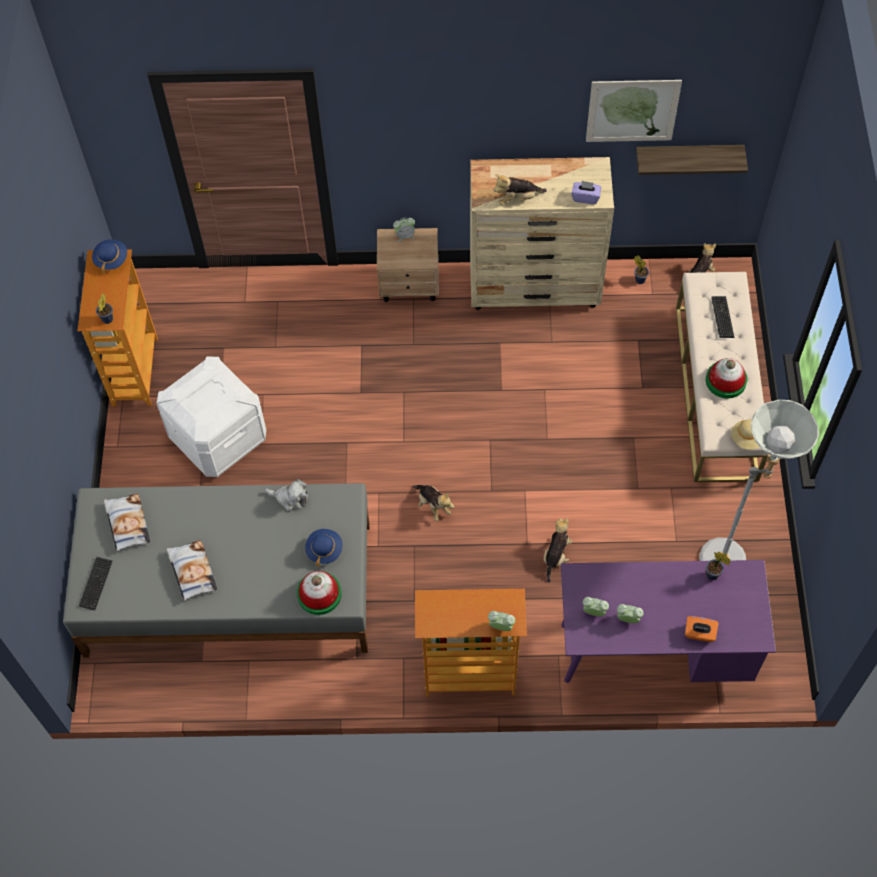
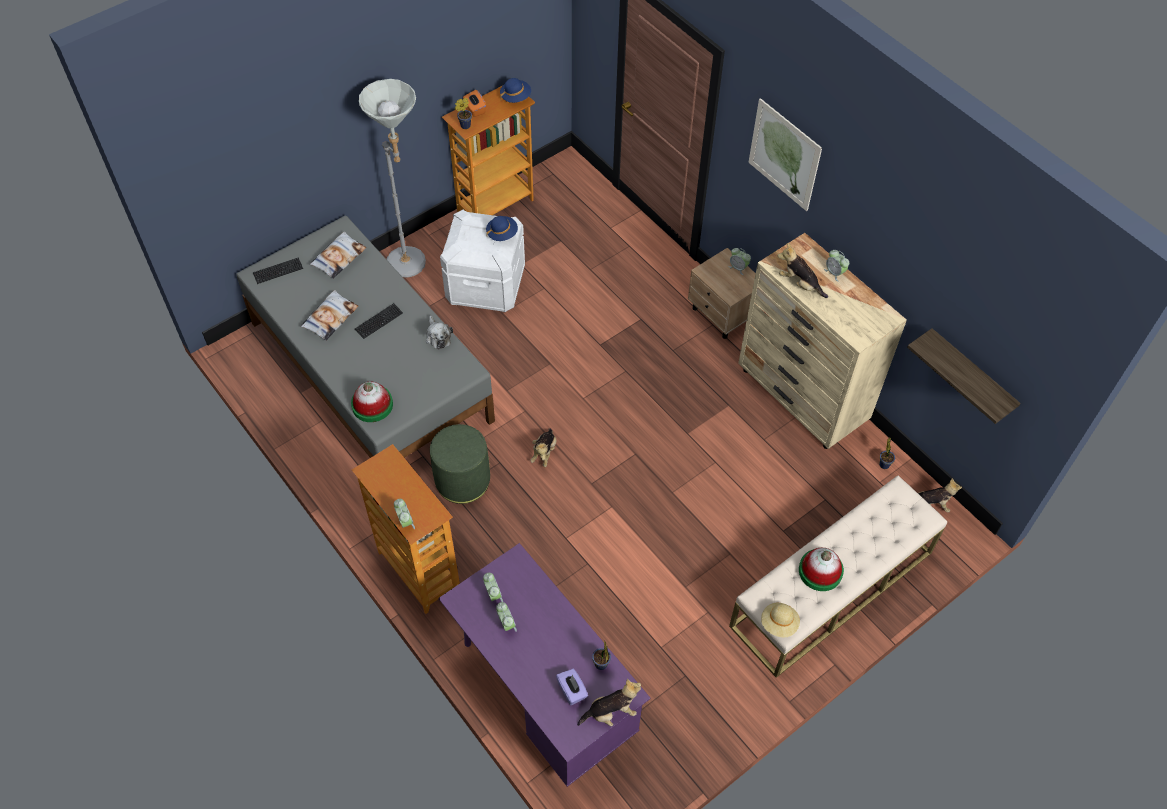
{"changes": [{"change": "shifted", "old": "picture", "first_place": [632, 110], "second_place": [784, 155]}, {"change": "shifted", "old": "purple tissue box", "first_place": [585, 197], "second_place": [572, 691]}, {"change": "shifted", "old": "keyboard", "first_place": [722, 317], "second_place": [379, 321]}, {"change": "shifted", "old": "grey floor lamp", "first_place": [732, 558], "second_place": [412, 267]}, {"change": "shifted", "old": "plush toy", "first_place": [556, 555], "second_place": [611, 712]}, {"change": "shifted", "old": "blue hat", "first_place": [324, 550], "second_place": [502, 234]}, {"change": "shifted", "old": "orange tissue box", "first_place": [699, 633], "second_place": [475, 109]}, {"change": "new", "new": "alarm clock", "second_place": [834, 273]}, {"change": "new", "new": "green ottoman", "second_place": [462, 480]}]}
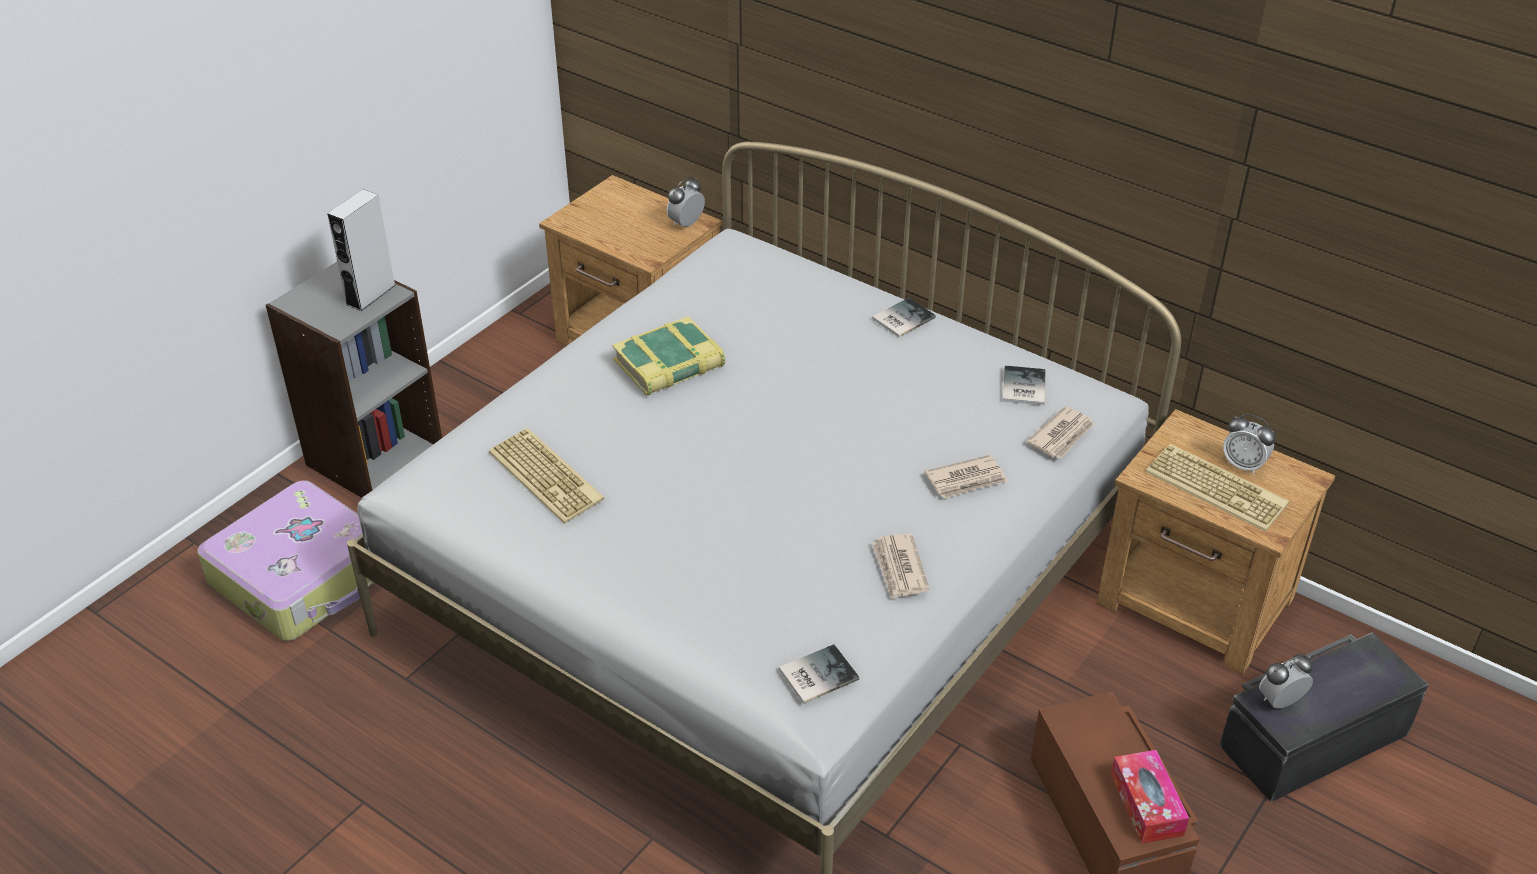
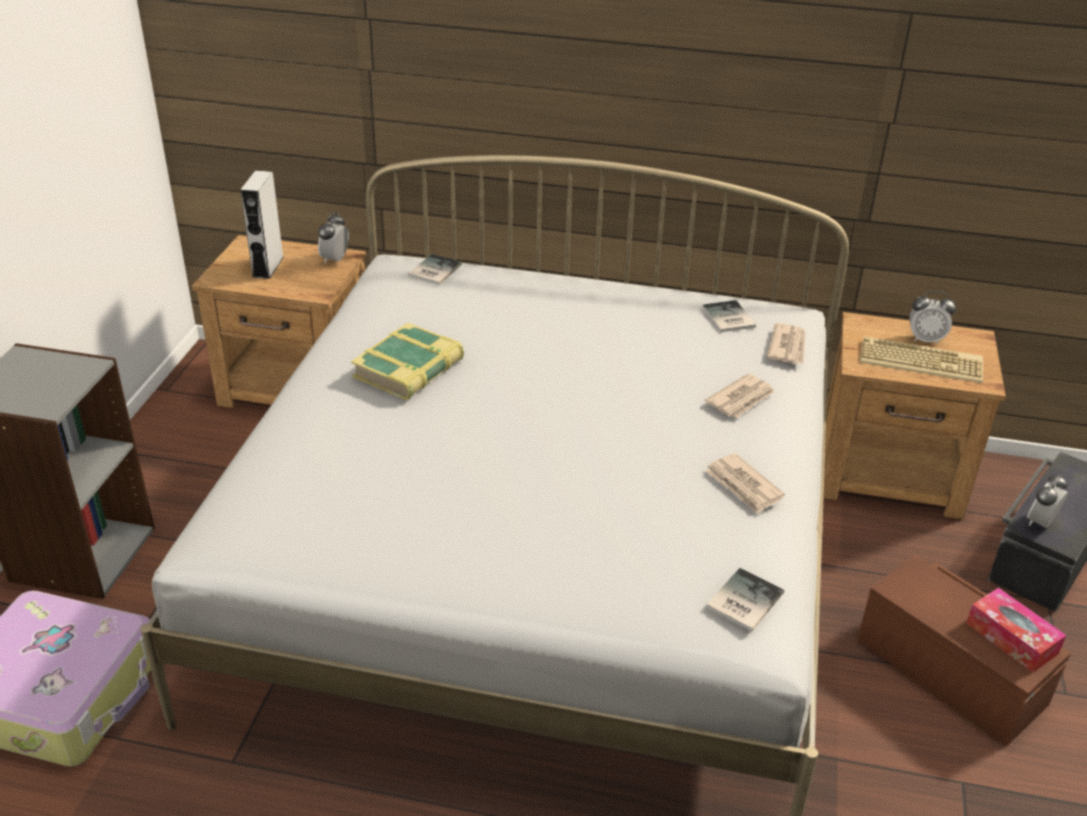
{"changes": [{"change": "shifted", "old": "grey speaker", "first_place": [370, 294], "second_place": [268, 266]}, {"change": "shifted", "old": "book", "first_place": [901, 318], "second_place": [433, 270]}, {"change": "gone", "old": "keyboard", "first_place": [548, 476]}]}
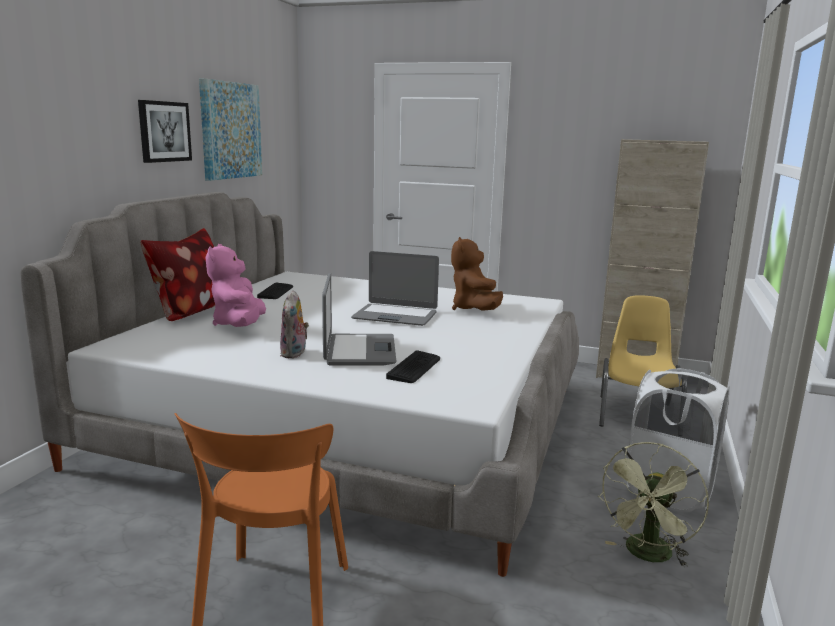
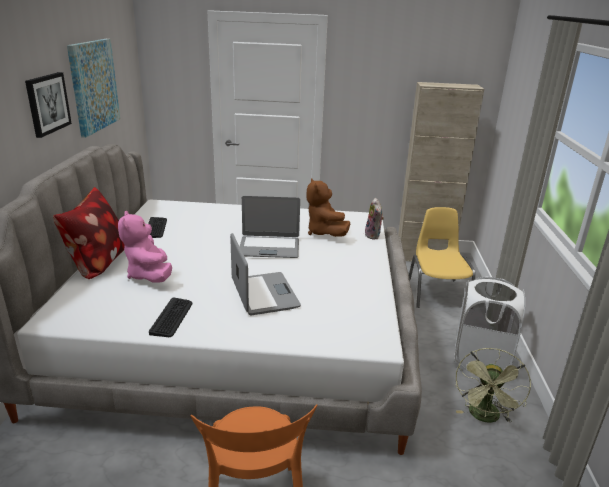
{"changes": [{"change": "shifted", "old": "plush toy", "first_place": [294, 354], "second_place": [373, 235]}, {"change": "shifted", "old": "keyboard", "first_place": [414, 368], "second_place": [172, 317]}]}
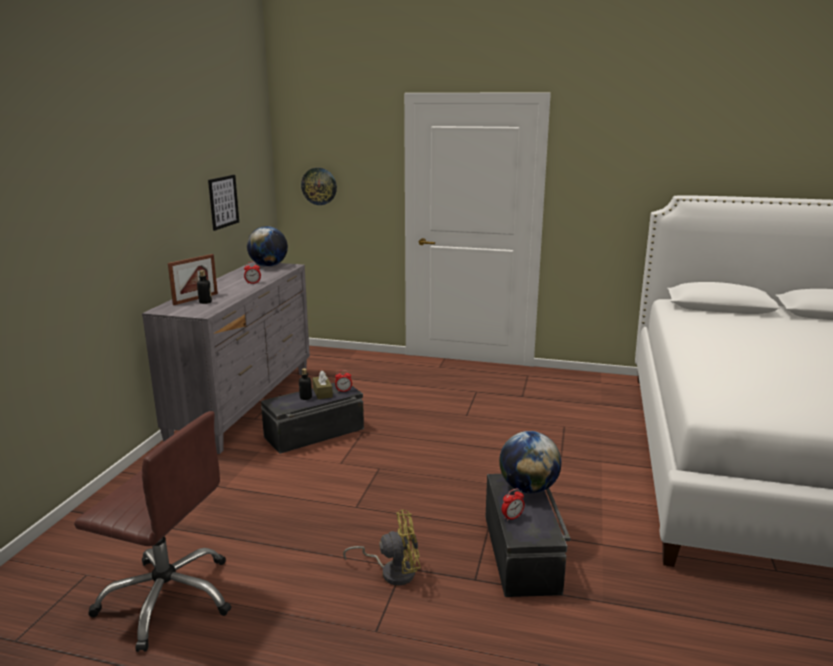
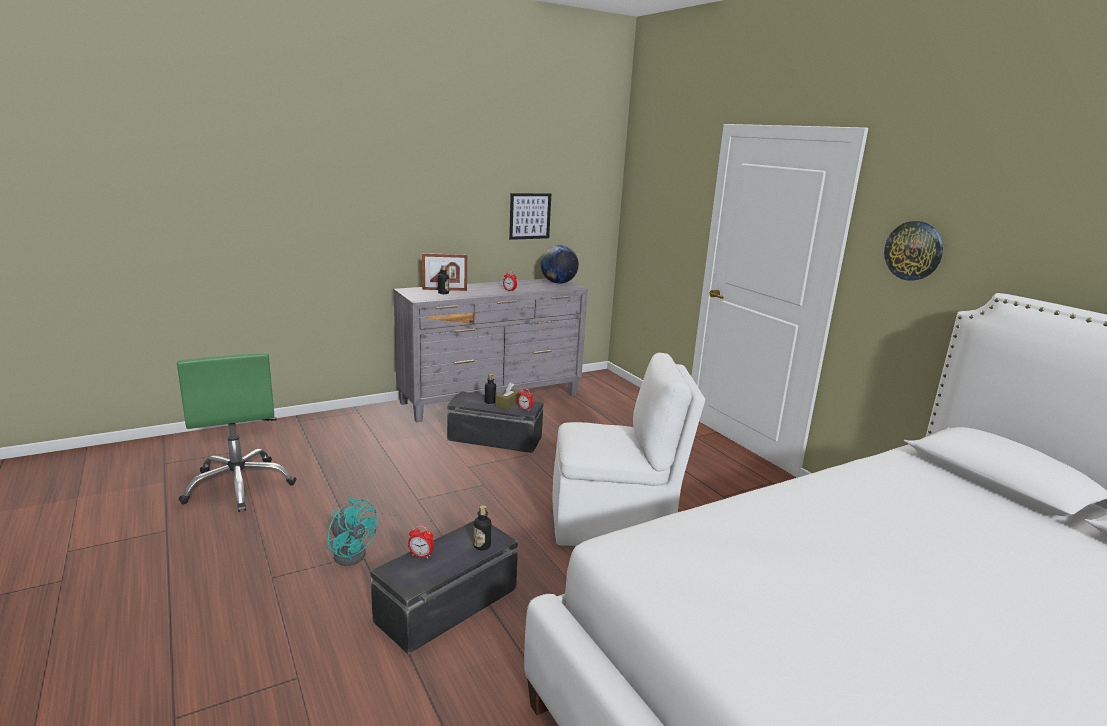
{"changes": [{"change": "shifted", "old": "wall clock", "first_place": [319, 186], "second_place": [913, 250]}, {"change": "repainted", "old": "brown office chair", "new": "green office chair", "first_place": [168, 598], "second_place": [239, 485]}, {"change": "swapped", "old": "globe", "new": "bottle", "first_place": [528, 488], "second_place": [482, 546]}, {"change": "repainted", "old": "yellow fan", "new": "turquoise fan", "first_place": [392, 571], "second_place": [351, 552]}, {"change": "new", "new": "white chair", "second_place": [613, 523]}]}
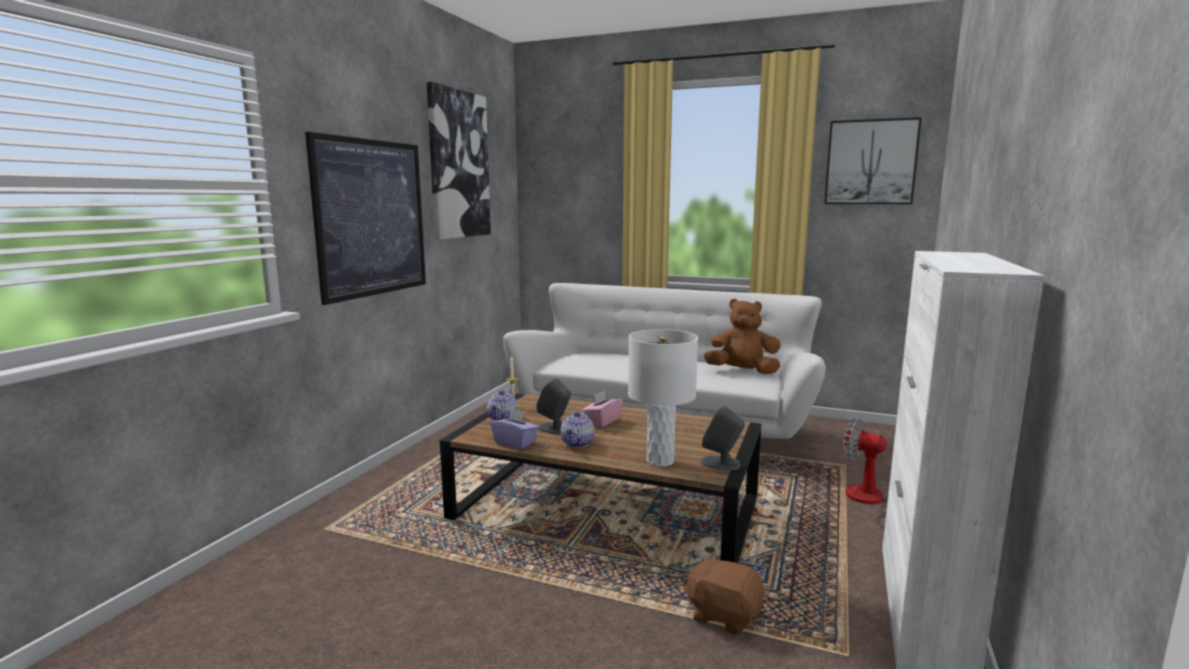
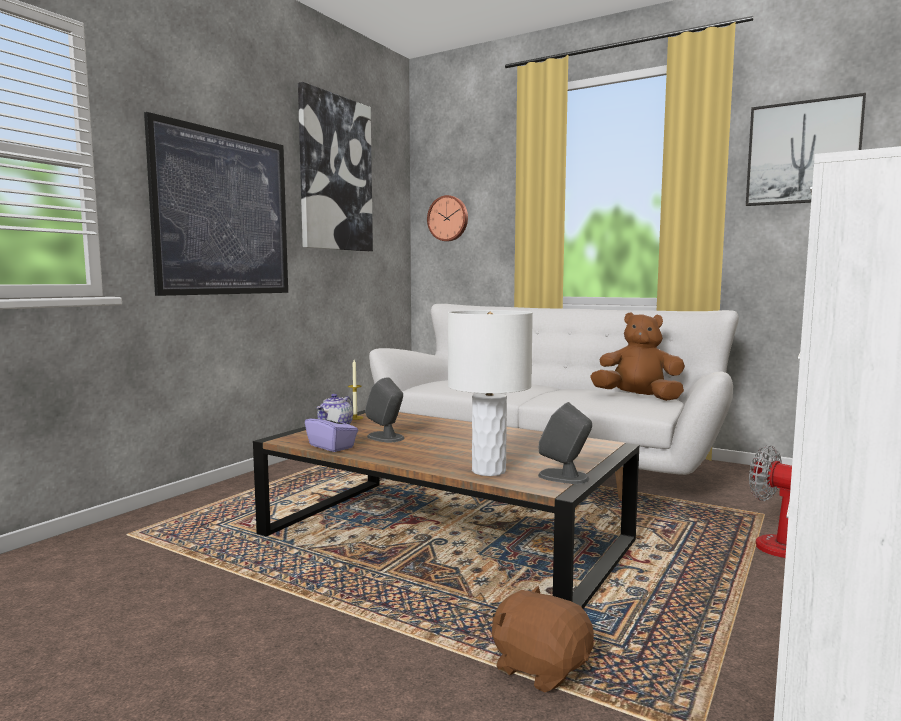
{"changes": [{"change": "gone", "old": "pink tissue box", "first_place": [602, 421]}, {"change": "gone", "old": "teapot", "first_place": [578, 443]}, {"change": "new", "new": "wall clock", "second_place": [448, 218]}]}
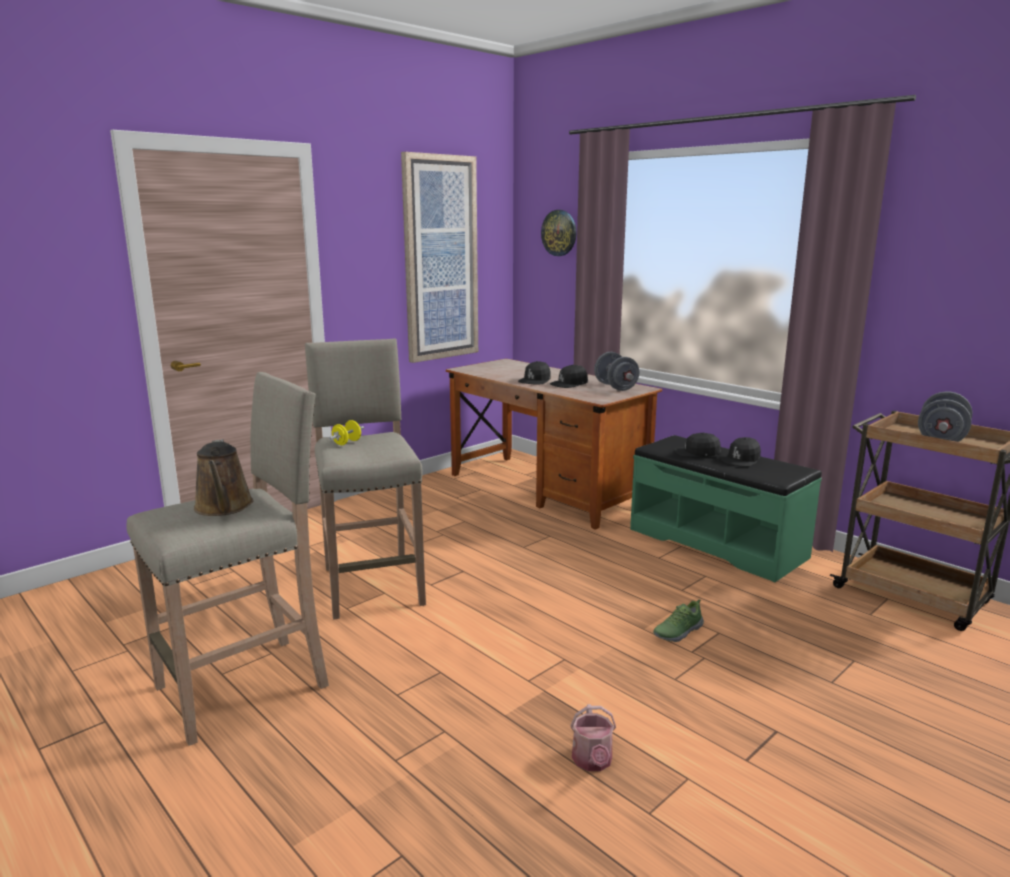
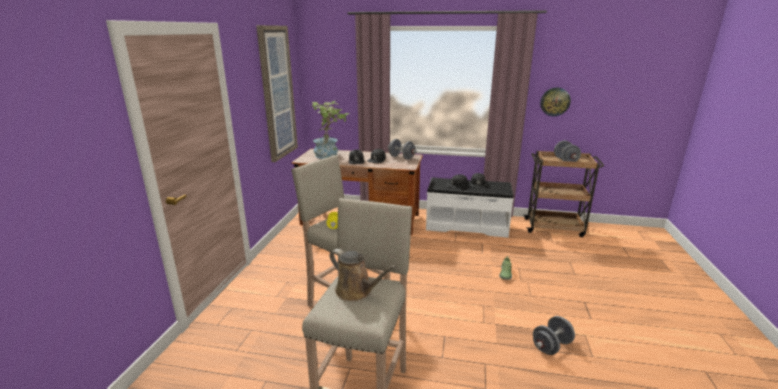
{"changes": [{"change": "shifted", "old": "wall clock", "first_place": [559, 233], "second_place": [555, 101]}, {"change": "repainted", "old": "green bench", "new": "white bench", "first_place": [717, 542], "second_place": [466, 225]}, {"change": "swapped", "old": "watering can", "new": "grey dumbbell", "first_place": [592, 762], "second_place": [551, 346]}, {"change": "new", "new": "potted plant", "second_place": [330, 155]}]}
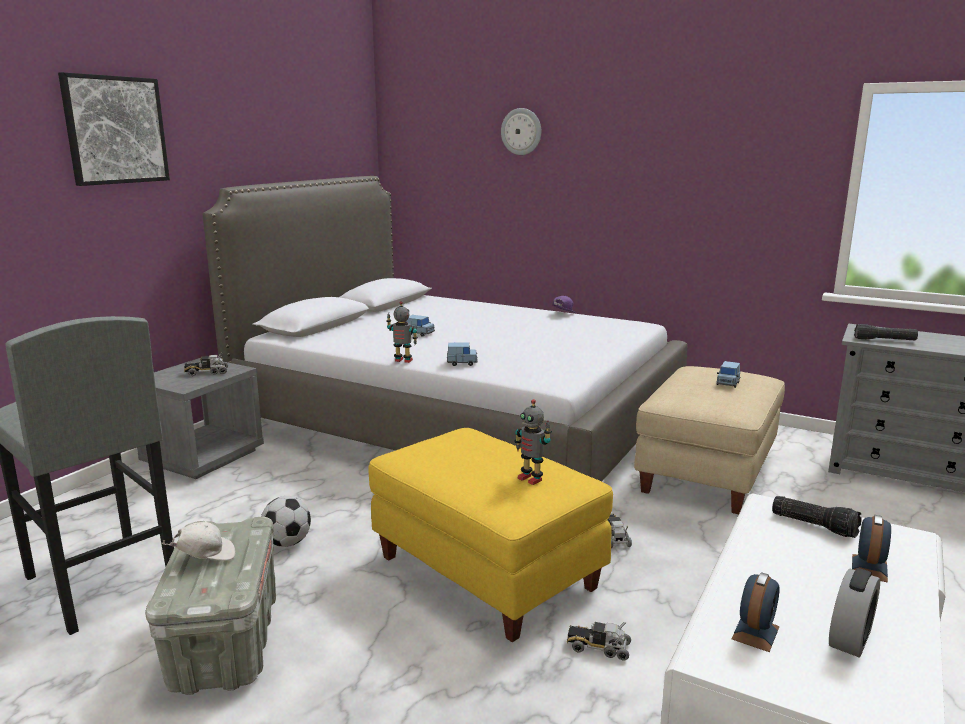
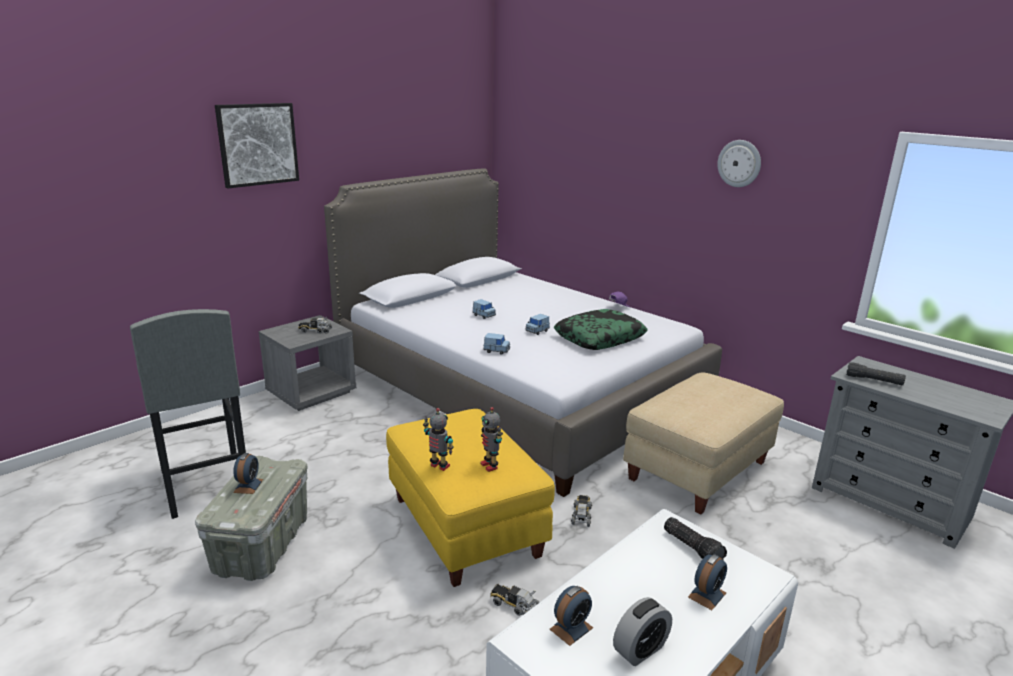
{"changes": [{"change": "shifted", "old": "wall clock", "first_place": [521, 131], "second_place": [739, 163]}, {"change": "shifted", "old": "toy robot", "first_place": [403, 361], "second_place": [439, 466]}, {"change": "shifted", "old": "blue toy car", "first_place": [727, 383], "second_place": [537, 331]}, {"change": "gone", "old": "football", "first_place": [287, 542]}, {"change": "swapped", "old": "white cap", "new": "alarm clock", "first_place": [205, 557], "second_place": [248, 486]}, {"change": "new", "new": "pillow", "second_place": [599, 338]}]}
